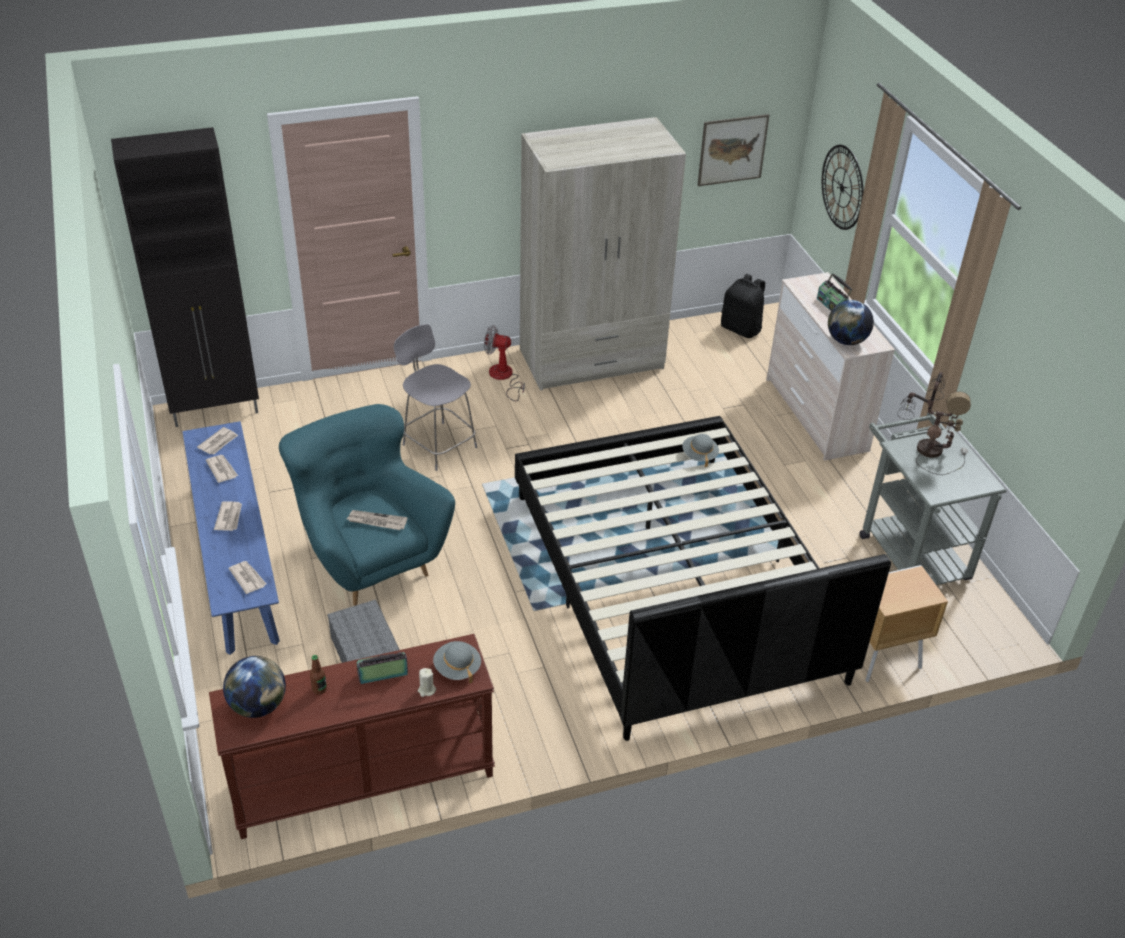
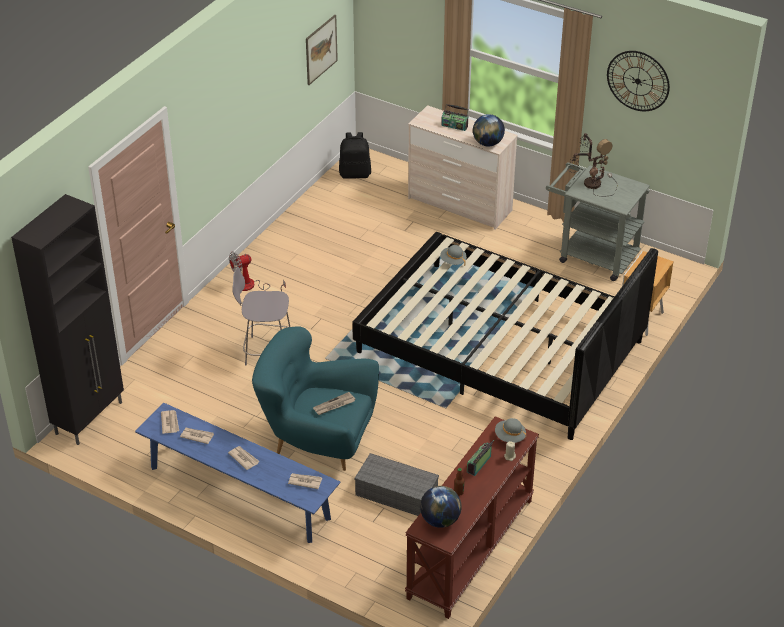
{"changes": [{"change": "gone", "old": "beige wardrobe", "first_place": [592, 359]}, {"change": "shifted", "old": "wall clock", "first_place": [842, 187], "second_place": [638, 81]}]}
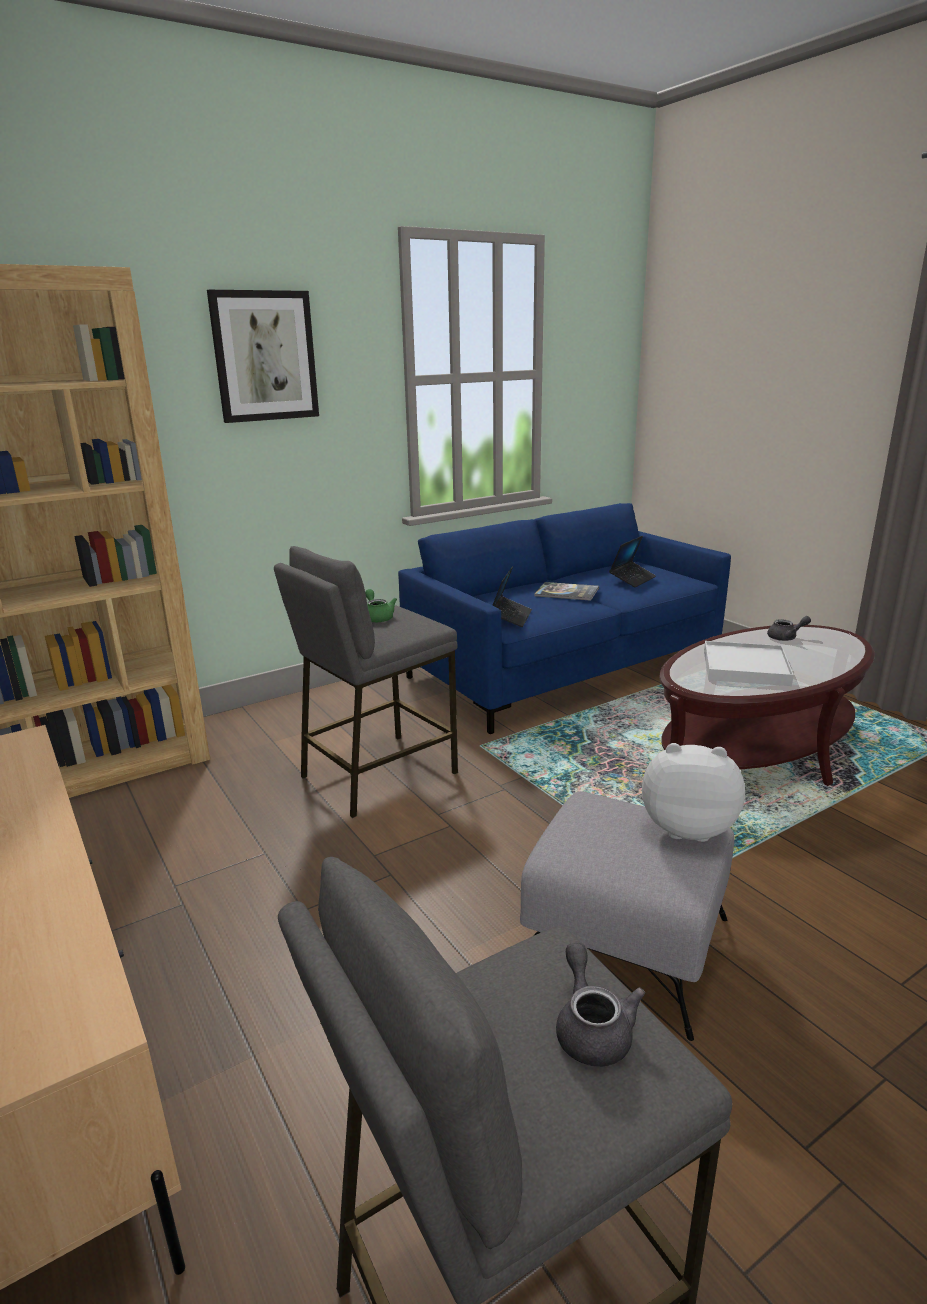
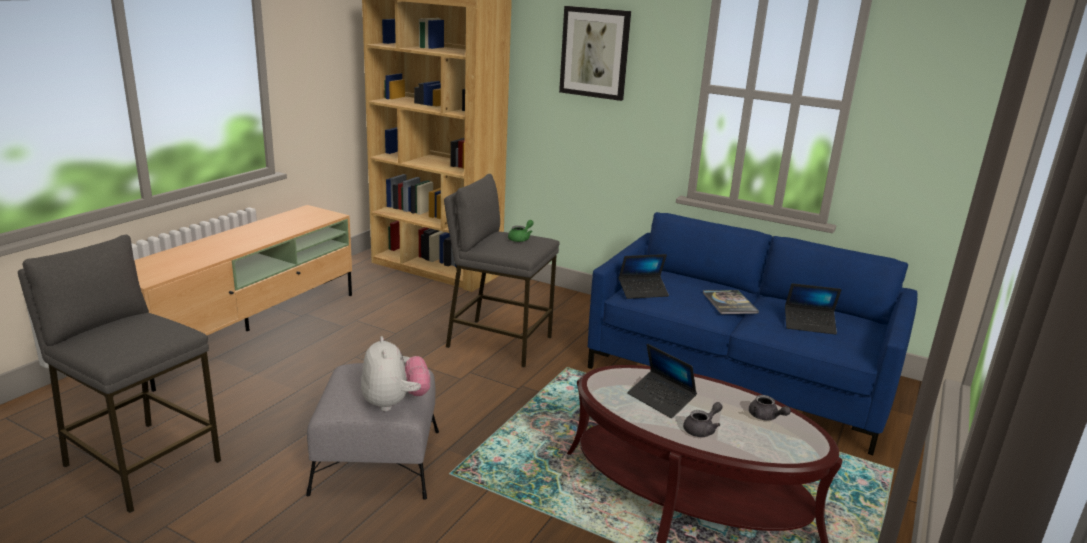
{"changes": [{"change": "swapped", "old": "white tray", "new": "laptop", "first_place": [745, 667], "second_place": [661, 399]}, {"change": "shifted", "old": "grey teapot", "first_place": [592, 1028], "second_place": [702, 429]}]}
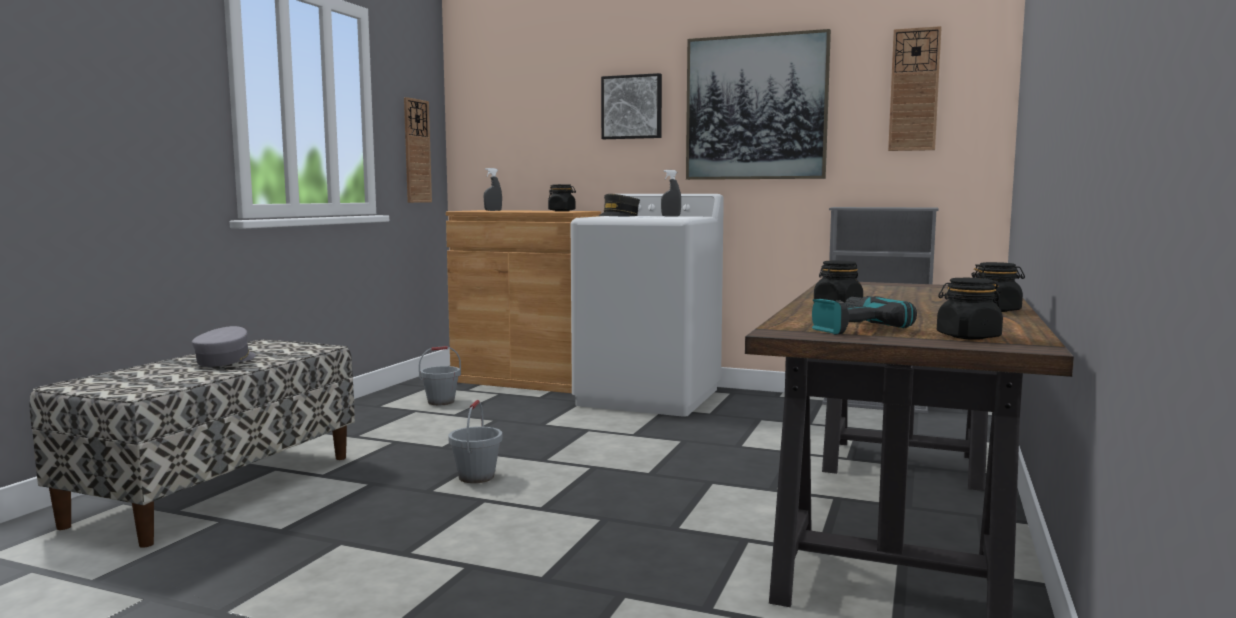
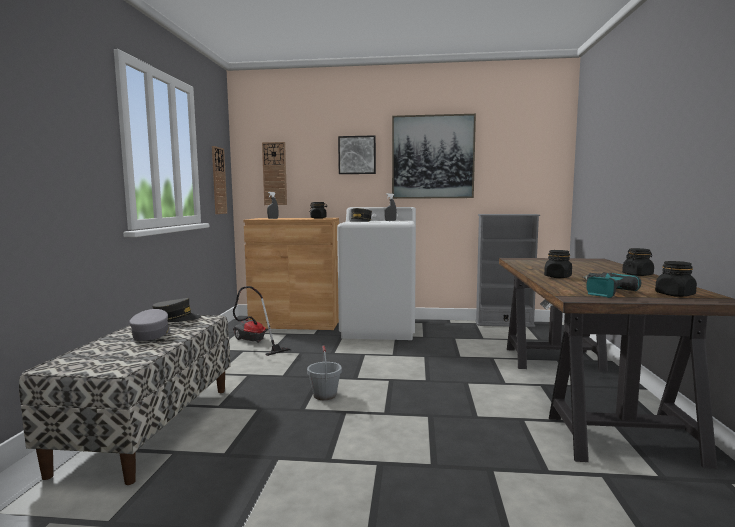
{"changes": [{"change": "shifted", "old": "wall clock", "first_place": [914, 90], "second_place": [274, 173]}, {"change": "swapped", "old": "grey bucket", "new": "vacuum cleaner", "first_place": [441, 402], "second_place": [254, 343]}, {"change": "new", "new": "grey cap", "second_place": [176, 318]}]}
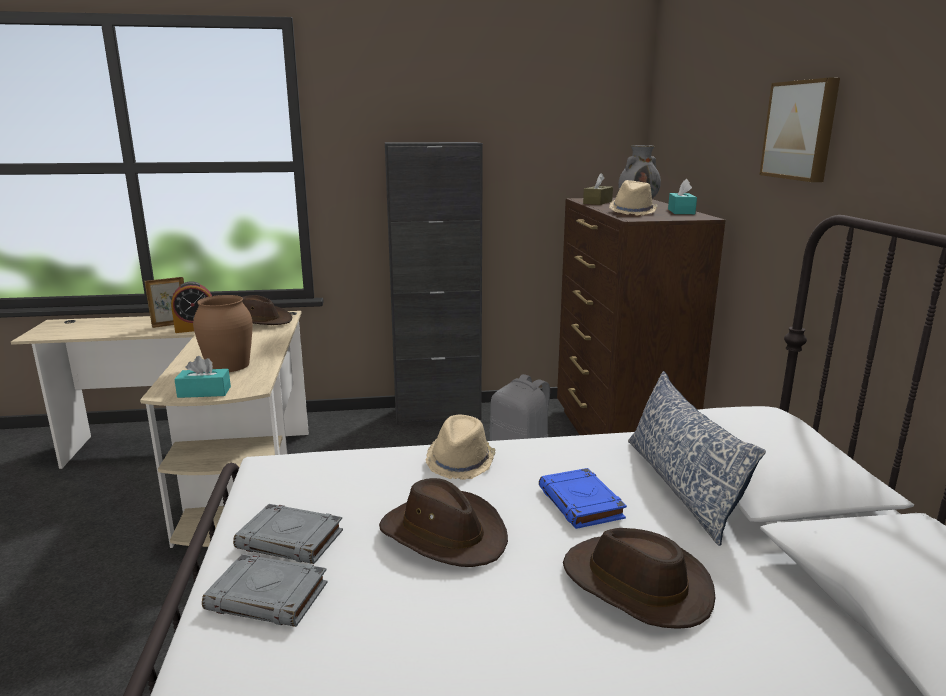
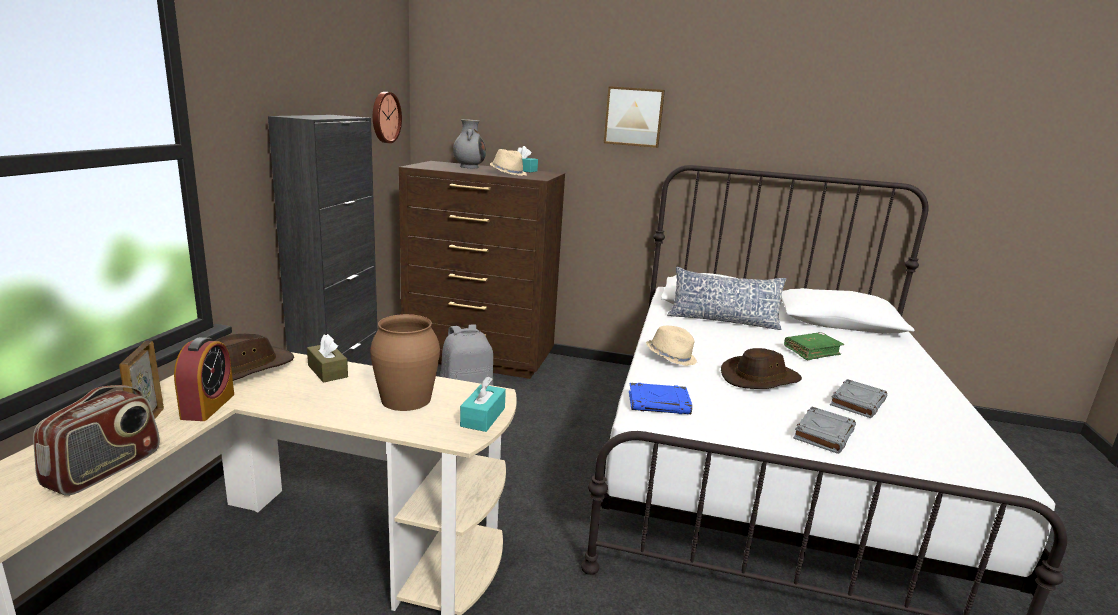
{"changes": [{"change": "shifted", "old": "brown tissue box", "first_place": [597, 202], "second_place": [327, 371]}, {"change": "shifted", "old": "blue book", "first_place": [581, 504], "second_place": [659, 403]}, {"change": "shifted", "old": "grey book", "first_place": [291, 540], "second_place": [857, 402]}, {"change": "swapped", "old": "brown hat", "new": "green book", "first_place": [635, 585], "second_place": [812, 352]}, {"change": "new", "new": "wall clock", "second_place": [384, 117]}, {"change": "new", "new": "radio", "second_place": [105, 470]}]}
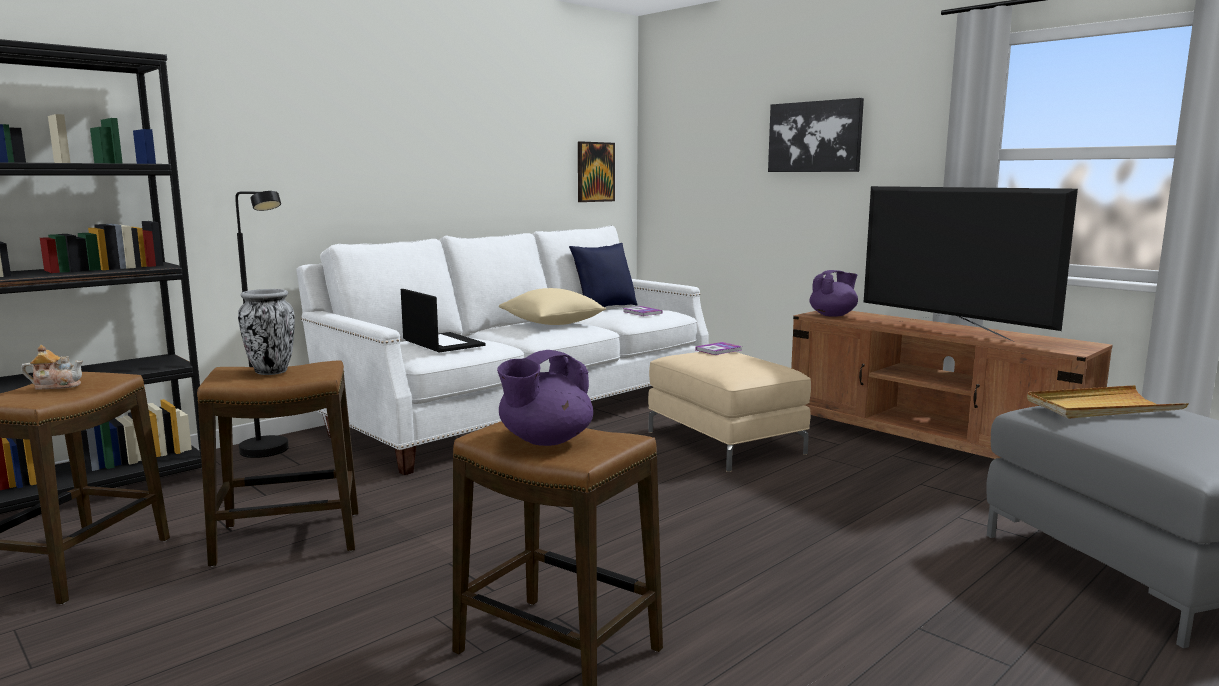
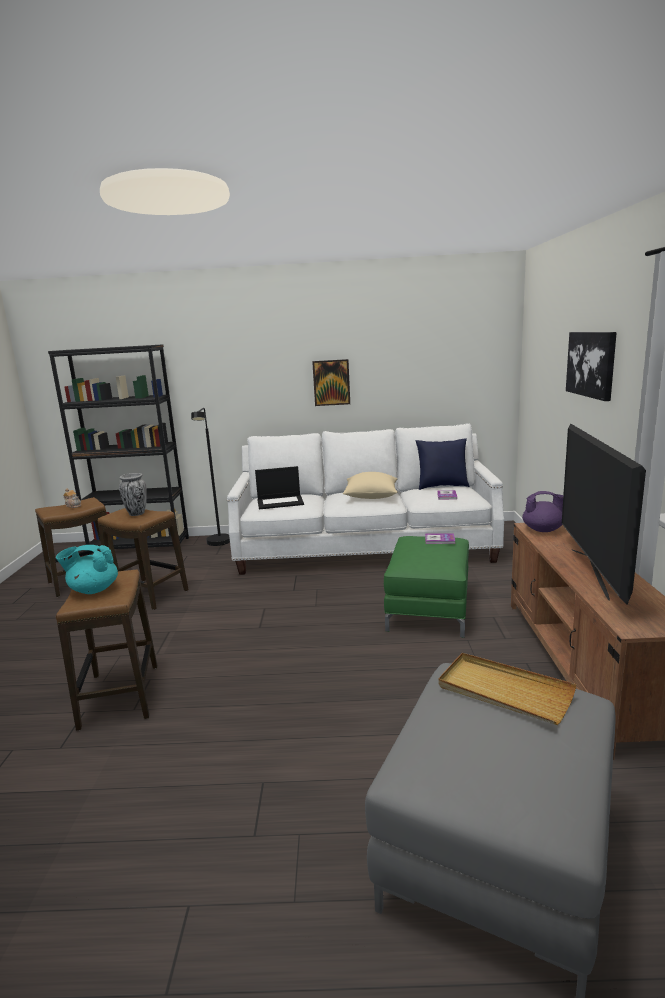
{"changes": [{"change": "shifted", "old": "picture", "first_place": [595, 172], "second_place": [331, 382]}, {"change": "rotated", "old": "laptop", "first_place": [442, 343], "second_place": [280, 502], "degrees": 75}, {"change": "repainted", "old": "purple teapot", "new": "turquoise teapot", "first_place": [544, 440], "second_place": [93, 590]}, {"change": "repainted", "old": "beige ottoman", "new": "green ottoman", "first_place": [724, 442], "second_place": [429, 608]}]}
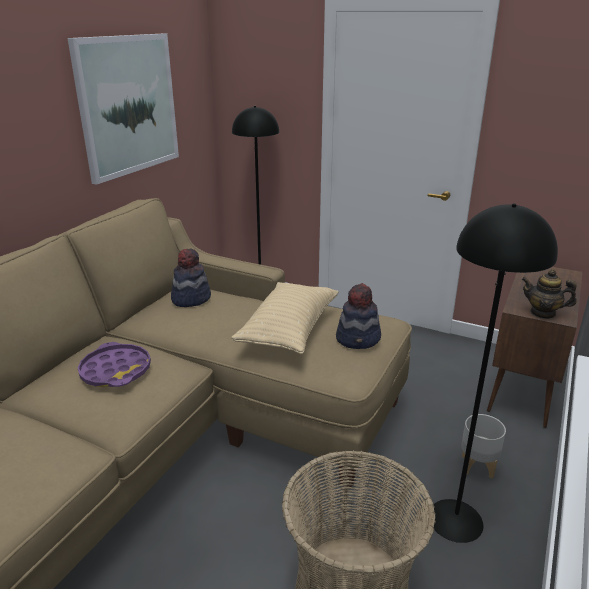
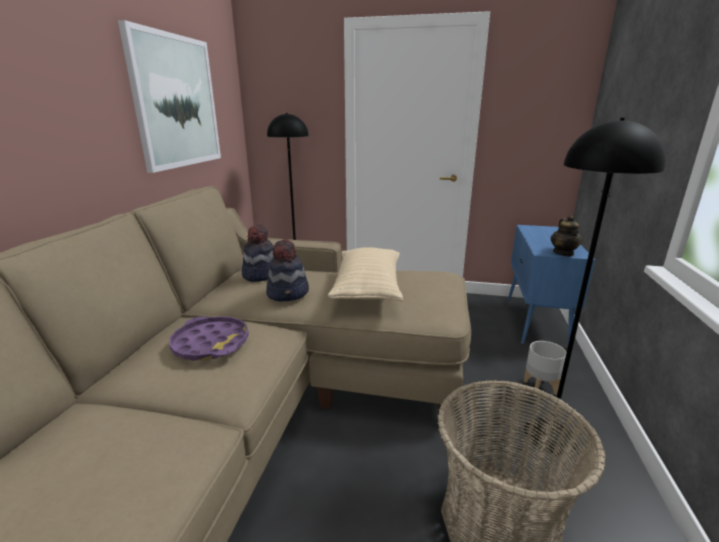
{"changes": [{"change": "repainted", "old": "brown cabinet", "new": "blue cabinet", "first_place": [523, 386], "second_place": [536, 322]}, {"change": "rotated", "old": "teapot", "first_place": [543, 313], "second_place": [563, 253], "degrees": -90}, {"change": "shifted", "old": "hat", "first_place": [358, 339], "second_place": [288, 293]}]}
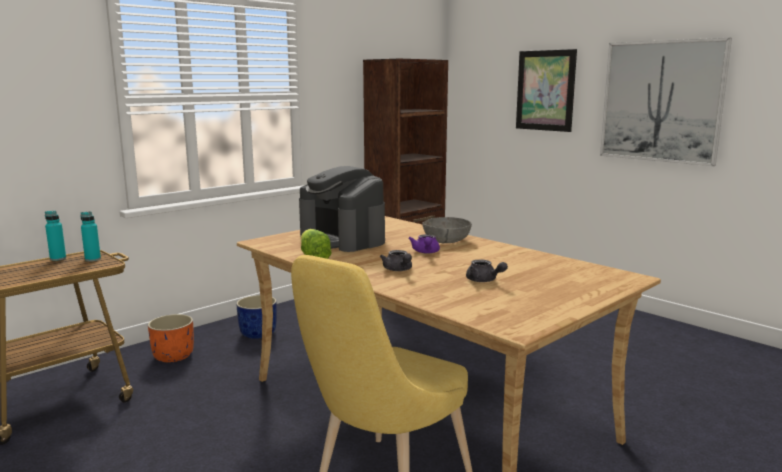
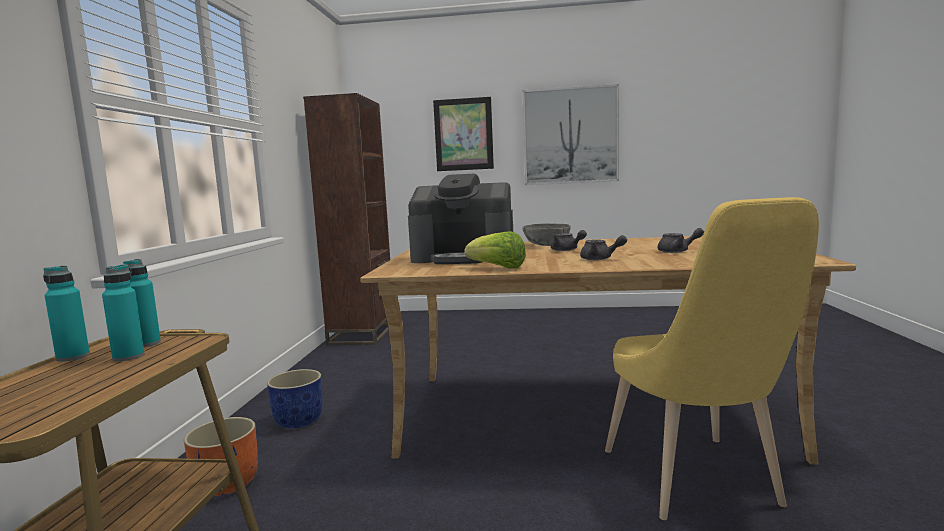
{"changes": [{"change": "repainted", "old": "purple teapot", "new": "grey teapot", "first_place": [426, 252], "second_place": [567, 250]}, {"change": "new", "new": "turquoise bottle", "second_place": [128, 357]}]}
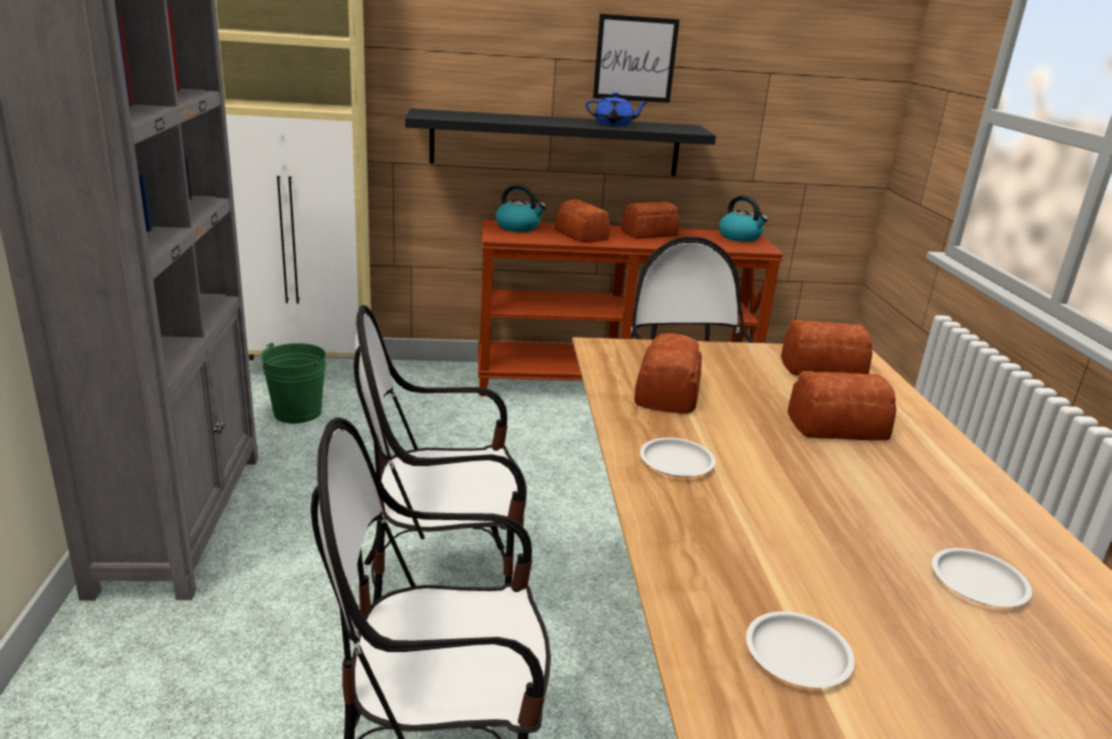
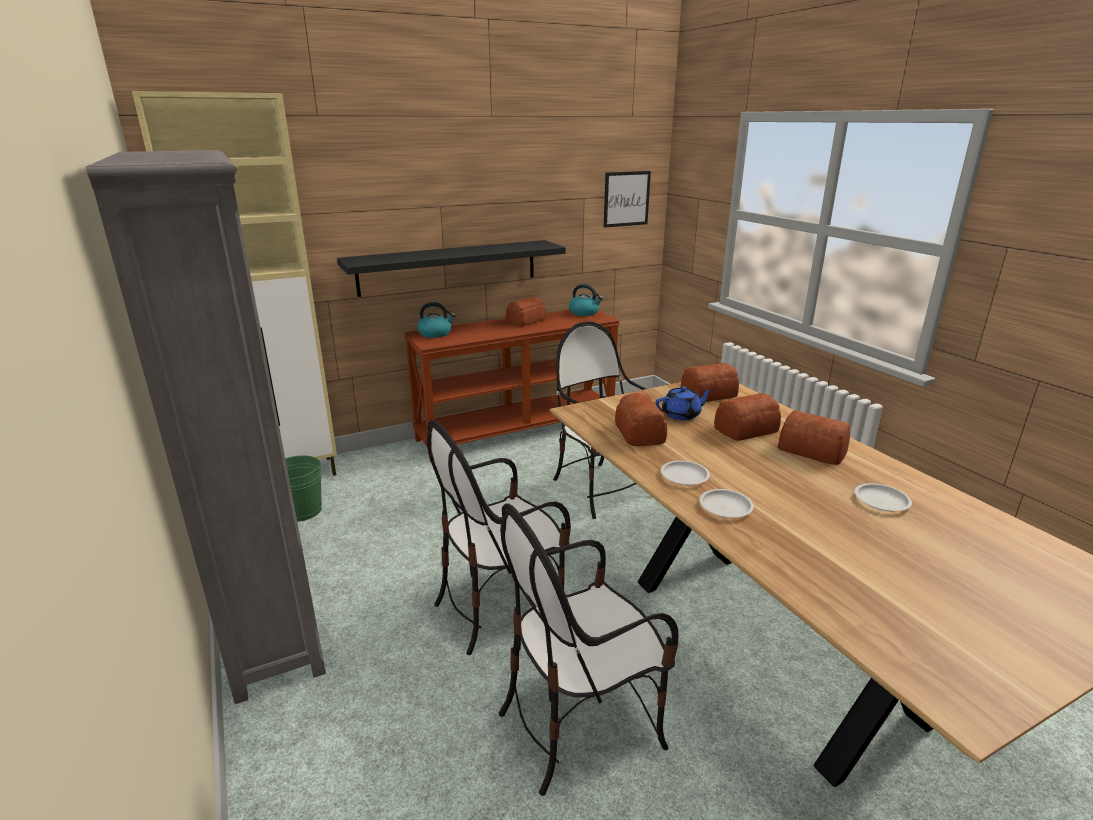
{"changes": [{"change": "shifted", "old": "picture", "first_place": [635, 59], "second_place": [626, 199]}, {"change": "shifted", "old": "blue teapot", "first_place": [614, 124], "second_place": [682, 415]}, {"change": "shifted", "old": "bread", "first_place": [581, 234], "second_place": [810, 449]}, {"change": "shifted", "old": "white plate", "first_place": [796, 655], "second_place": [725, 507]}]}
